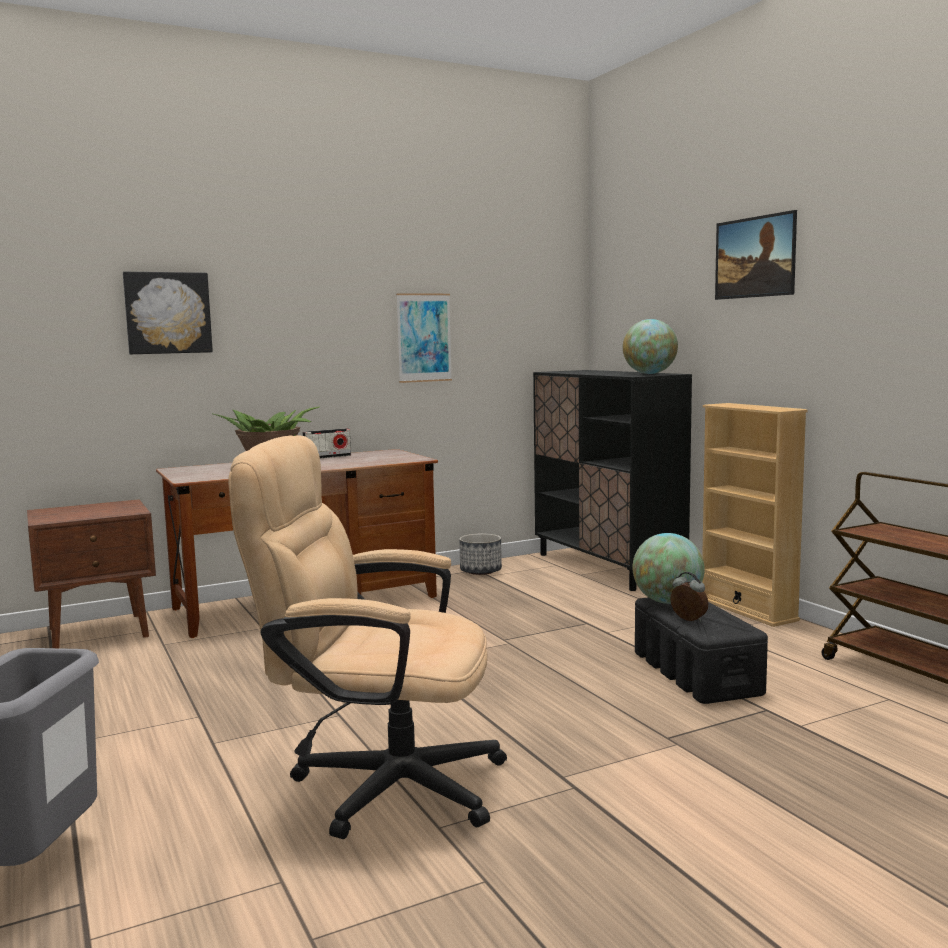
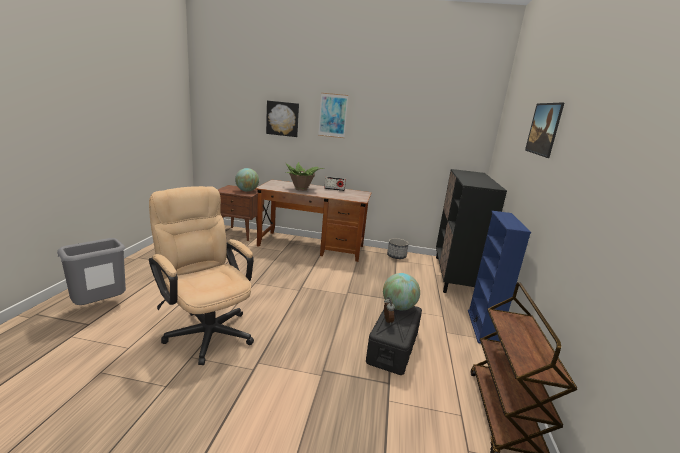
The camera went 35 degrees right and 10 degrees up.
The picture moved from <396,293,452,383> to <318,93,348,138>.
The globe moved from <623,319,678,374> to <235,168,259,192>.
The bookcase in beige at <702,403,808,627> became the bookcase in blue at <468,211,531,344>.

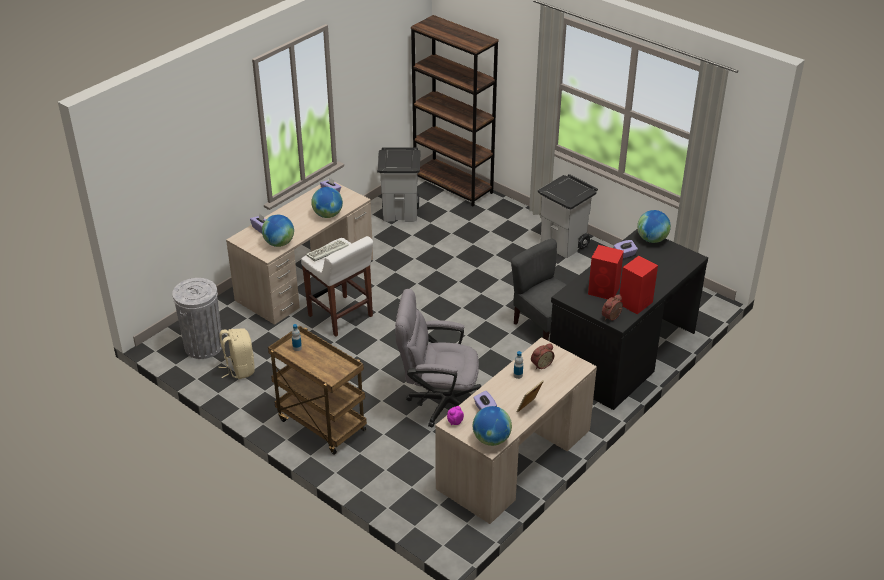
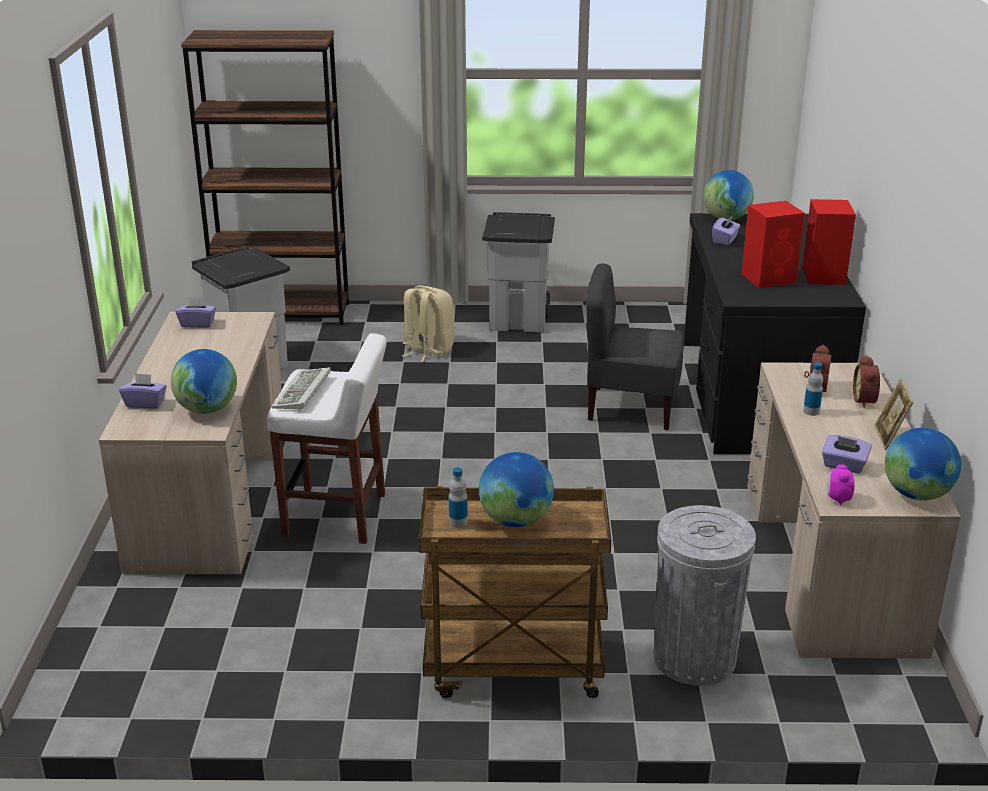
The camera went 40 degrees left and 10 degrees down.
The globe moved from <311,187,343,218> to <479,452,554,527>.
The trash can in grey moved from <172,278,223,359> to <654,505,756,686>.
The office chair in grey at <395,289,482,428> disappeared.
The alarm clock moved from <602,294,623,321> to <853,355,880,408>.
The backpack in beige moved from <218,329,255,379> to <402,285,455,362>.

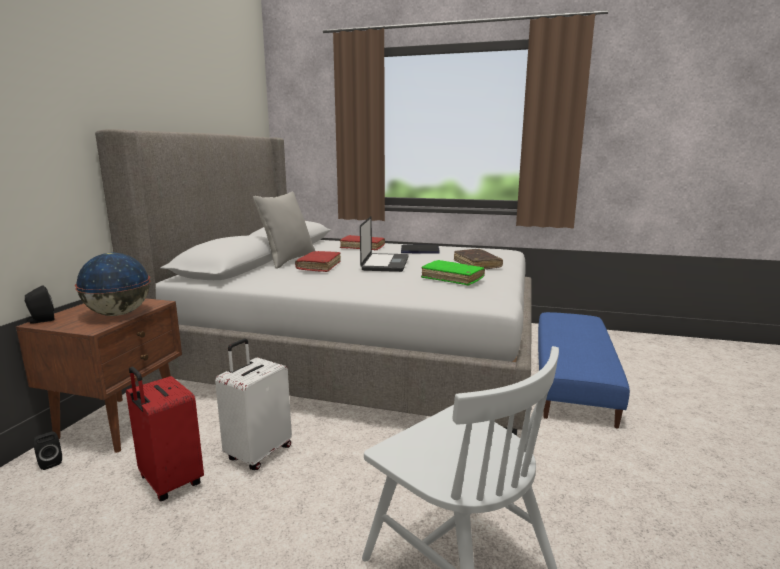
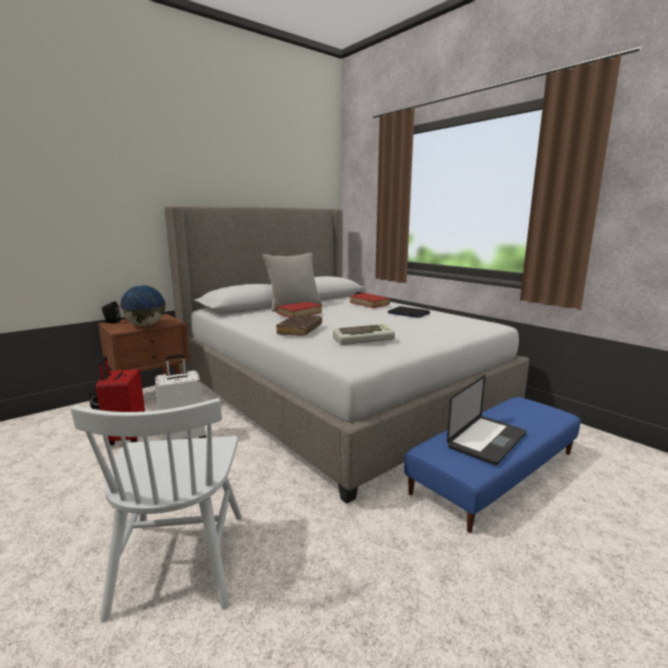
The camera went 35 degrees right and 0 degrees up.
The laptop moved from <360,216,409,272> to <447,375,526,465>.
The book in brown moved from <454,249,503,269> to <276,315,322,336>.
The book in green at <421,260,485,286> was replaced by the keyboard at <333,324,395,345>.

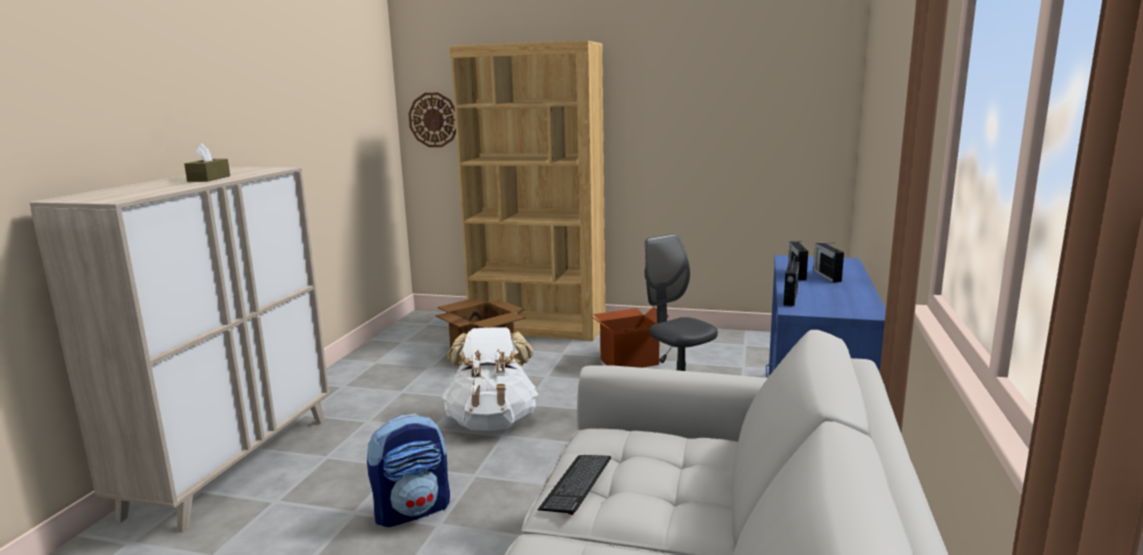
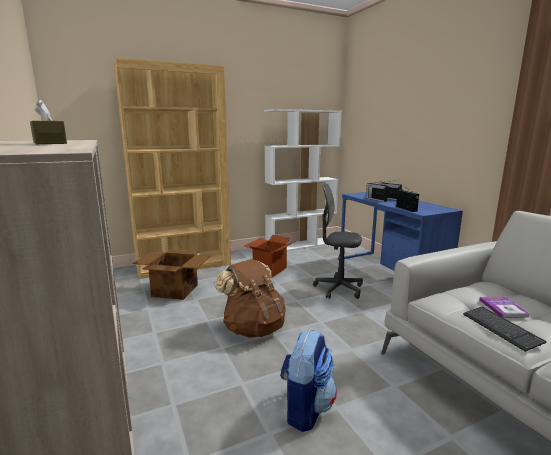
The camera went 40 degrees left and 0 degrees up.
The wall clock at <409,93,456,147> disappeared.
The backpack in white at <442,327,539,431> became the backpack in brown at <215,259,286,337>.
The bookcase in white at <264,109,342,251> appeared.
The book at <479,297,530,318> appeared.

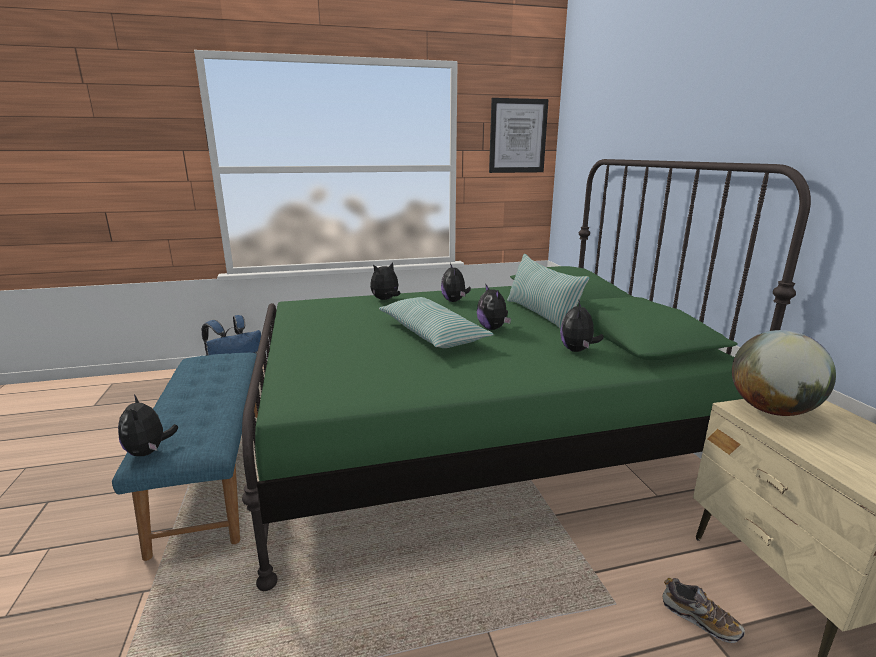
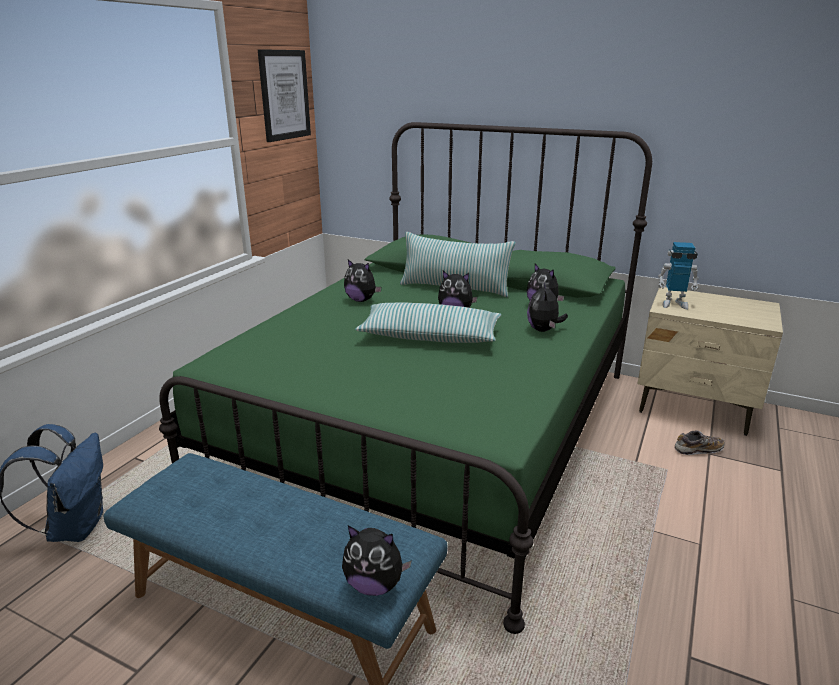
The camera went 50 degrees left and 5 degrees up.
The plush toy moved from <370,262,401,300> to <527,283,568,332>.
The globe at <732,330,836,416> was replaced by the toy robot at <658,242,699,310>.

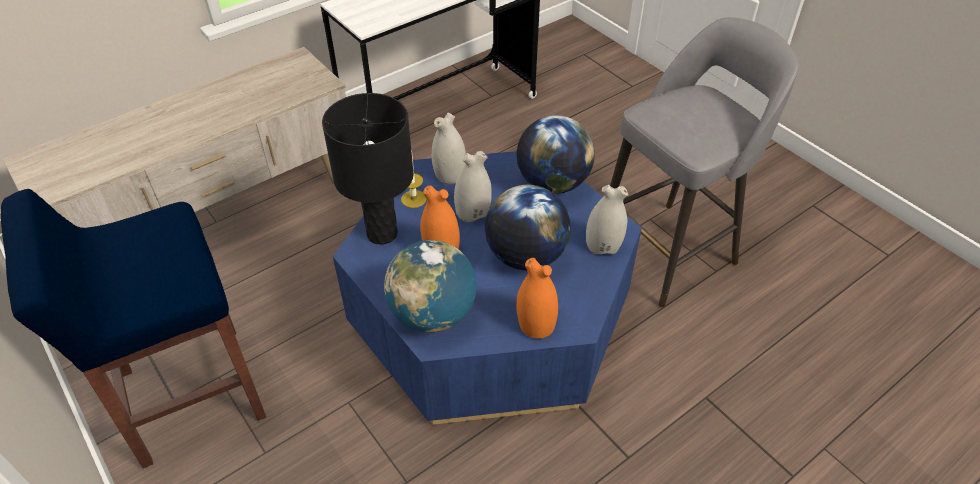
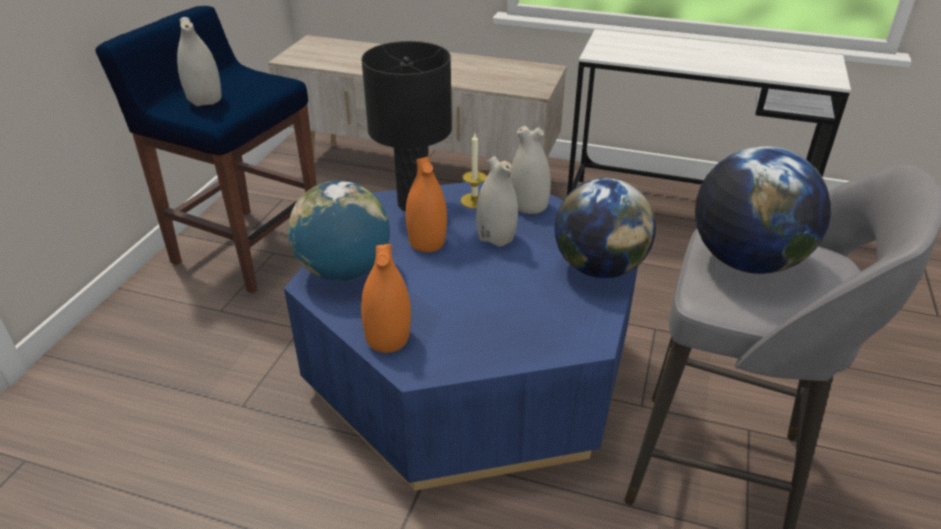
The camera went 55 degrees right and 10 degrees down.
The globe moved from <485,185,571,270> to <695,146,831,274>.
The vase in white moved from <586,185,628,254> to <177,17,222,106>.

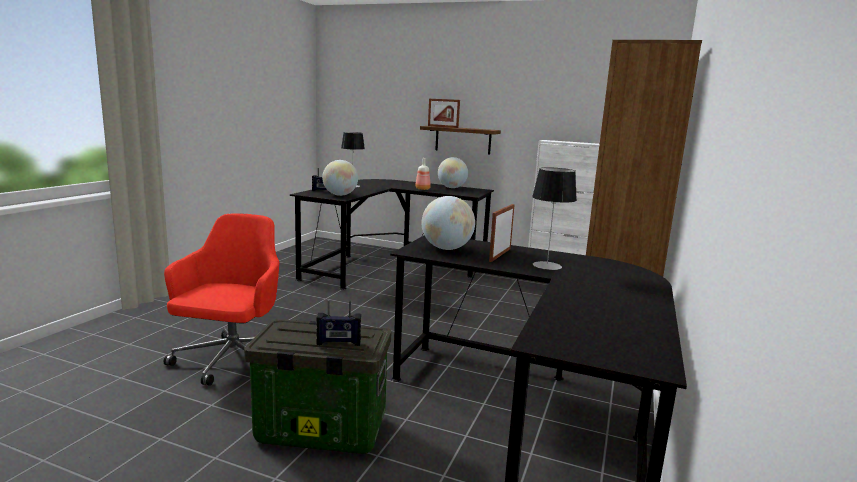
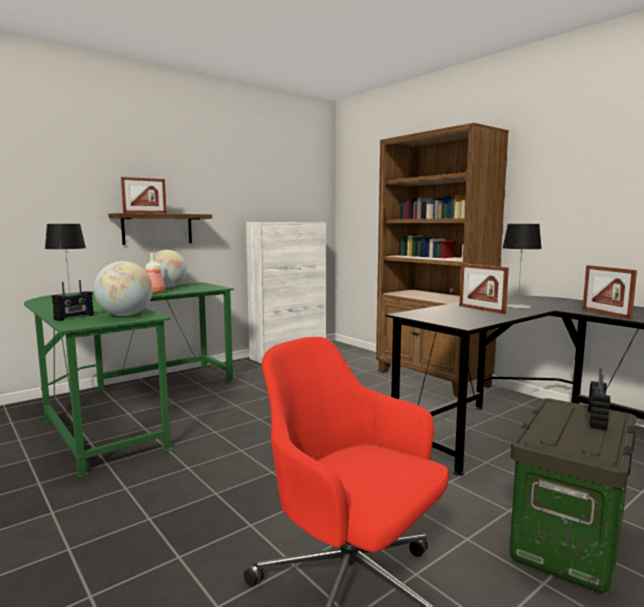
The camera went 60 degrees left and 5 degrees down.
The desk in black at <290,179,494,290> became the desk in green at <24,282,234,477>.
The globe at <422,196,475,250> disappeared.
The picture frame at <583,265,637,319> appeared.

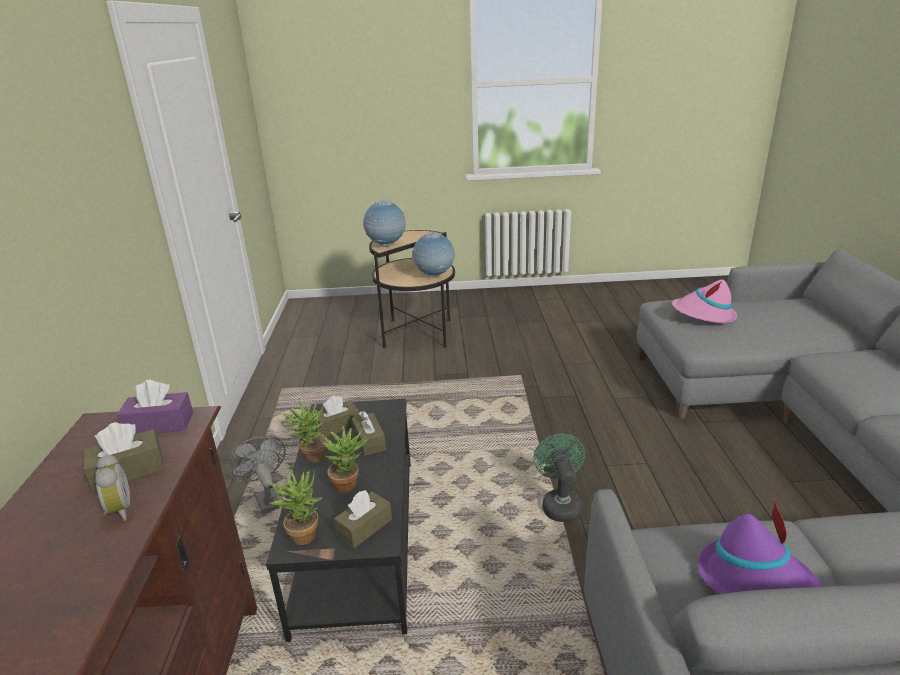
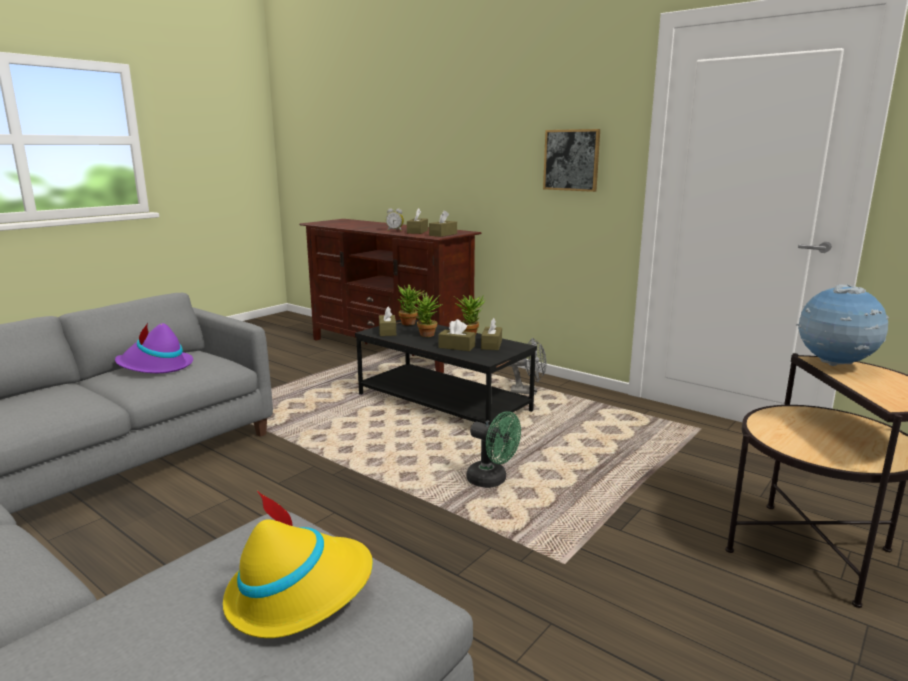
The camera went 130 degrees right and 10 degrees down.
The globe at <412,231,455,277> disappeared.
The hat in pink at <672,279,737,323> became the hat in yellow at <223,491,373,638>.
The tissue box in purple at <117,380,193,434> became the tissue box in brown at <429,210,457,237>.
The fan in green moved from <533,434,585,522> to <466,411,521,488>.
The picture at <543,129,600,192> appeared.

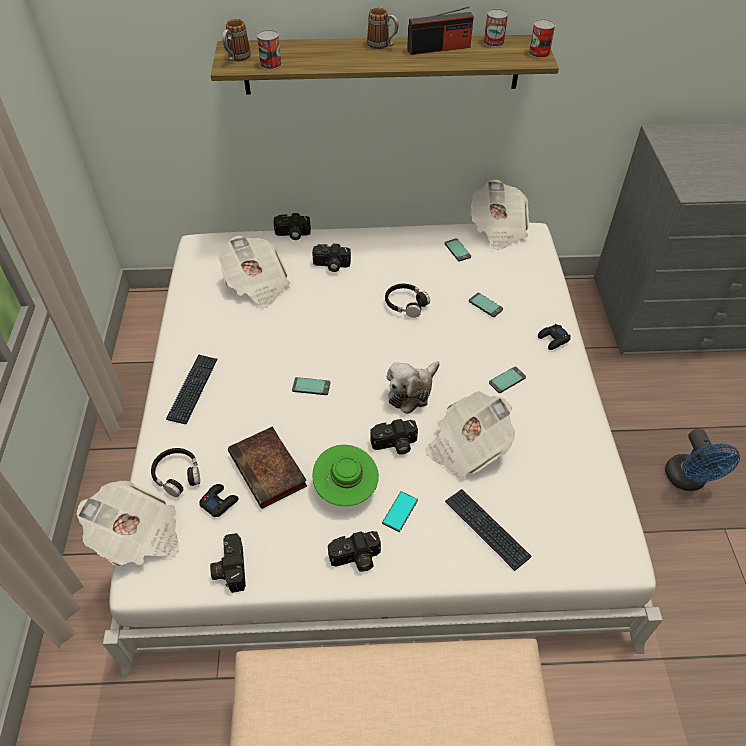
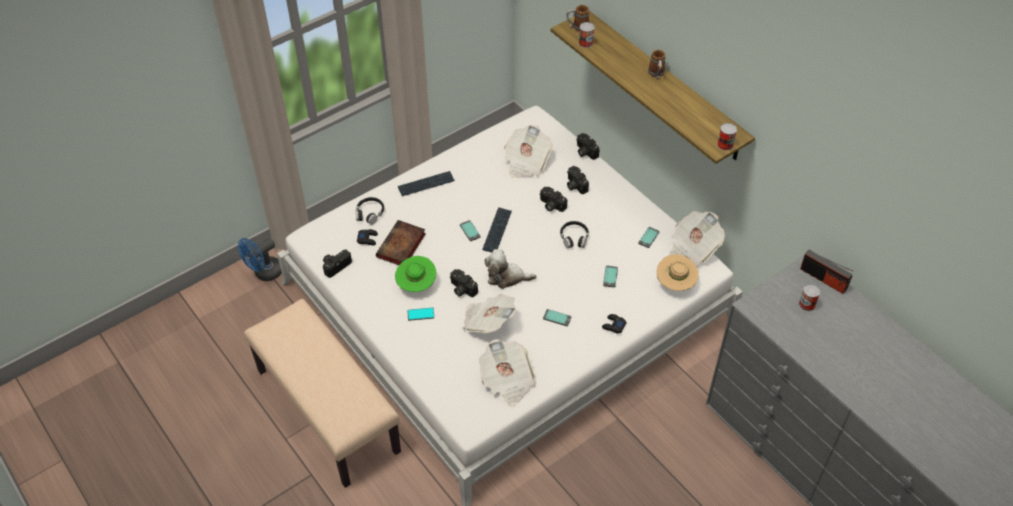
The camera went 55 degrees right and 0 degrees up.
The radio moved from <407,6,474,55> to <800,250,853,294>.
The can moved from <484,9,508,47> to <799,284,820,311>.
The fan in blue moved from <665,429,740,491> to <238,238,282,281>.
The newspaper moved from <77,481,179,566> to <479,339,536,406>.
The keyboard moved from <445,489,532,571> to <482,207,512,252>.
The photo camera moved from <328,531,381,572> to <540,187,567,212>.
The hat in beige at <657,254,699,291> appeared.

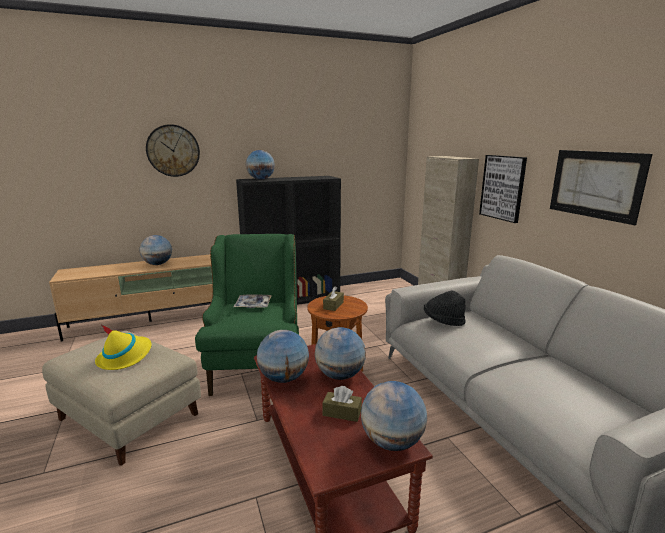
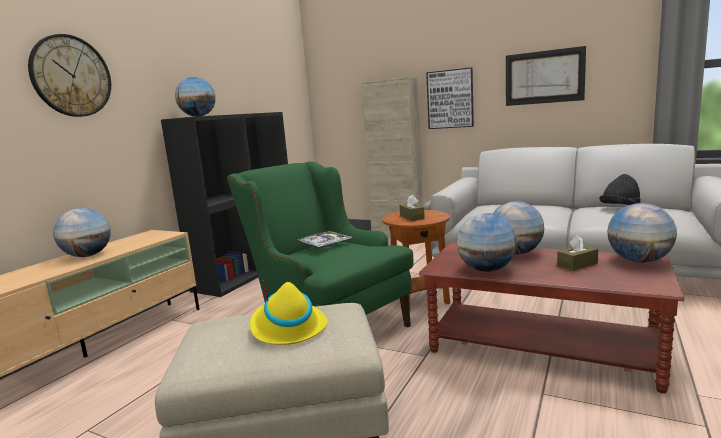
The camera went 40 degrees left and 5 degrees down.
The hat in black moved from <424,291,466,326> to <599,174,640,205>.

